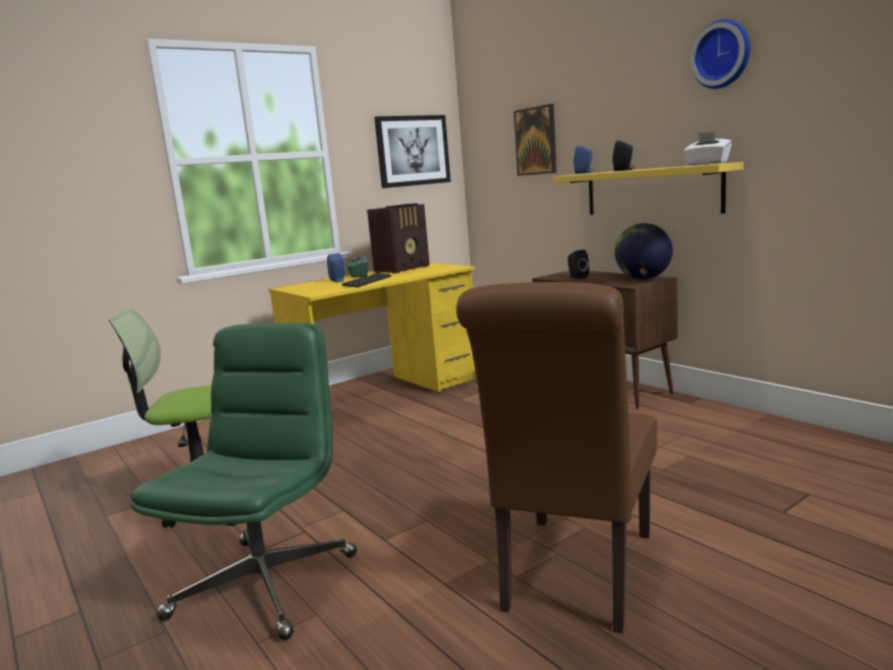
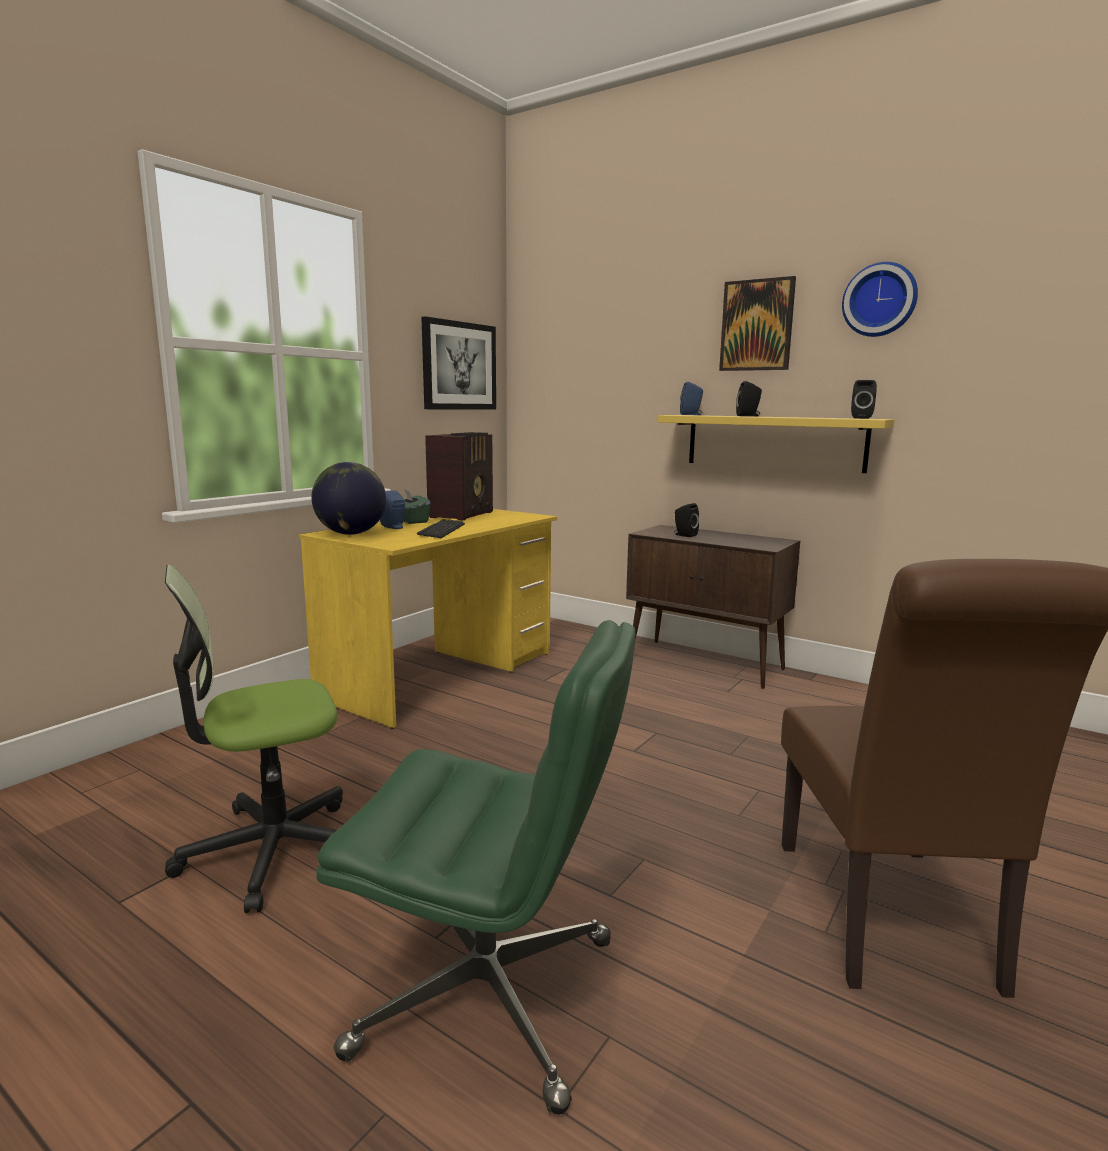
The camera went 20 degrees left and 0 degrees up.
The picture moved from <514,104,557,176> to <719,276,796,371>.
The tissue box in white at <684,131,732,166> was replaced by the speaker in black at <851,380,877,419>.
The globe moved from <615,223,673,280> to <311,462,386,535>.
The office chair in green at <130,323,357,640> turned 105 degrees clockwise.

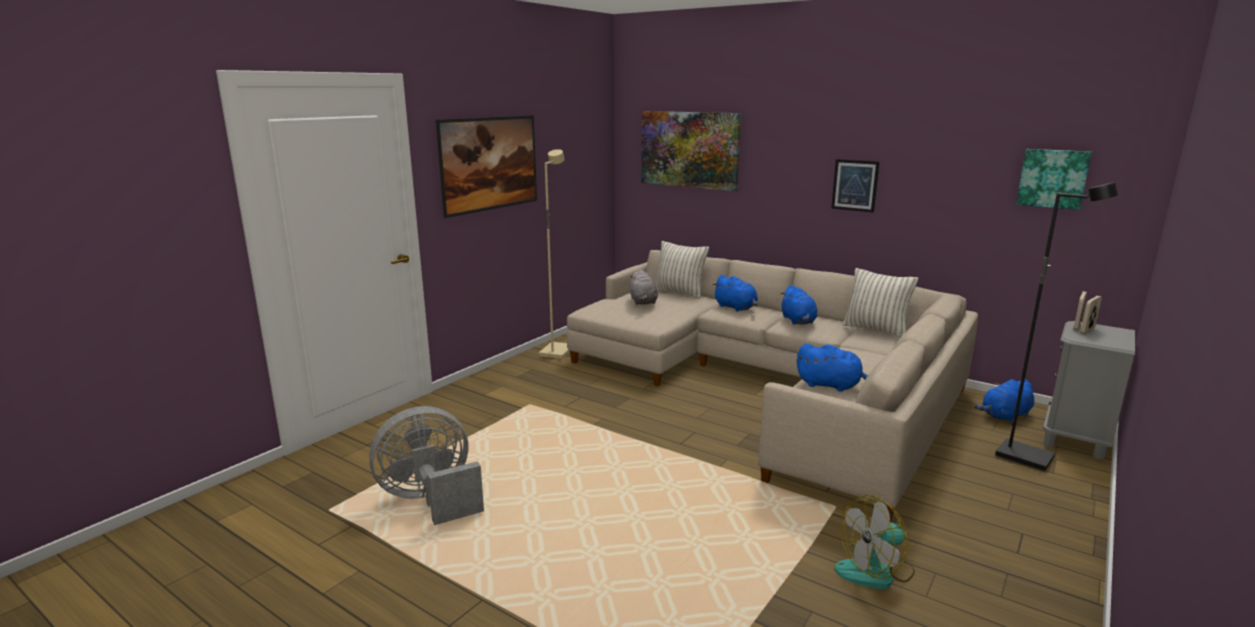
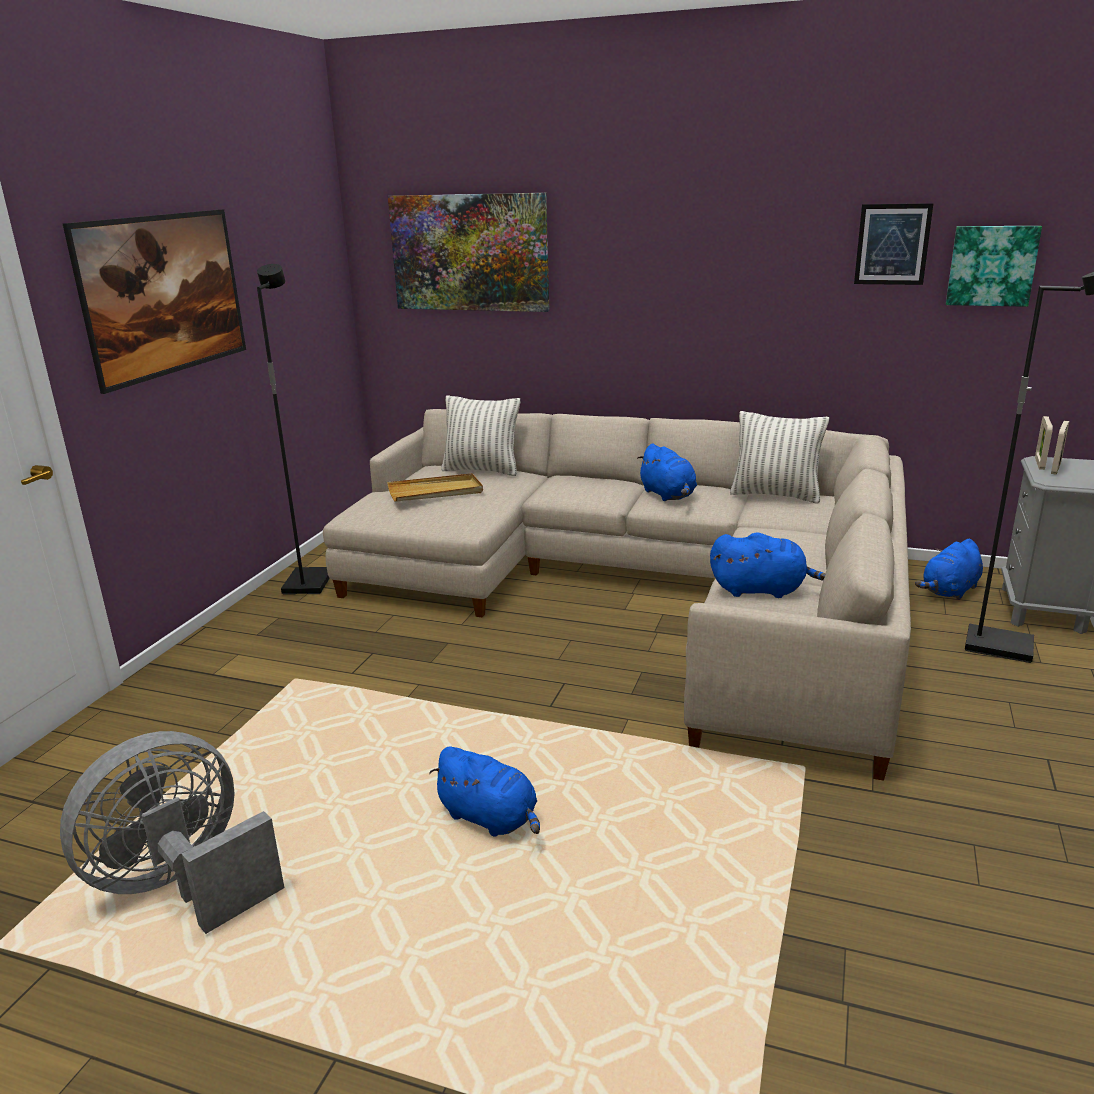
The camera went 15 degrees left and 5 degrees up.
The floor lamp in beige at <539,149,570,359> became the floor lamp in black at <257,264,330,595>.
The picture moved from <831,159,879,213> to <854,203,933,285>.
The plush toy in grey at <630,268,658,305> was replaced by the tray in beige at <387,473,483,502>.
The plush toy in blue moved from <713,275,758,312> to <429,746,540,836>.
The fan at <834,495,915,589> disappeared.

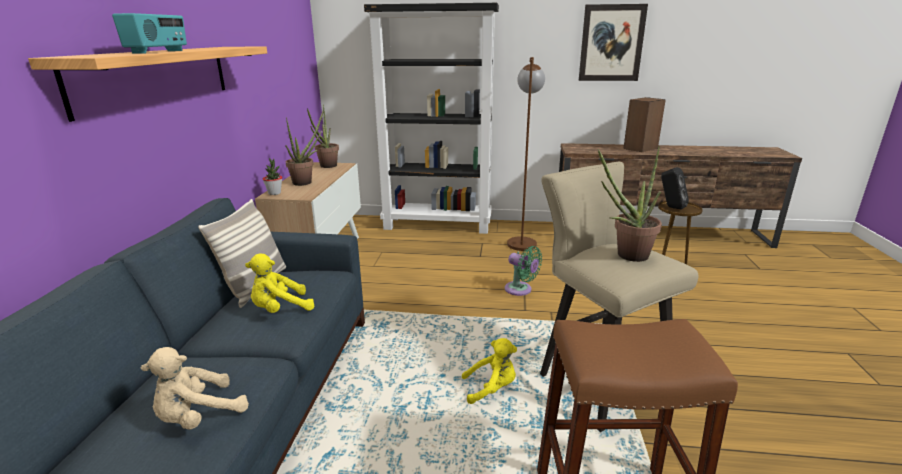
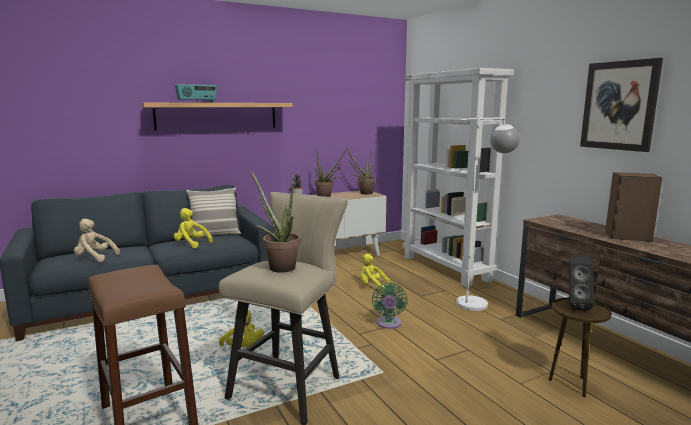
The camera went 55 degrees right and 10 degrees down.
The bookcase in black at <364,3,499,234> became the bookcase in white at <403,68,514,287>.
The floor lamp in brown at <507,57,545,251> became the floor lamp in white at <456,117,520,311>.
The plush toy in yellow at <360,254,390,291> appeared.

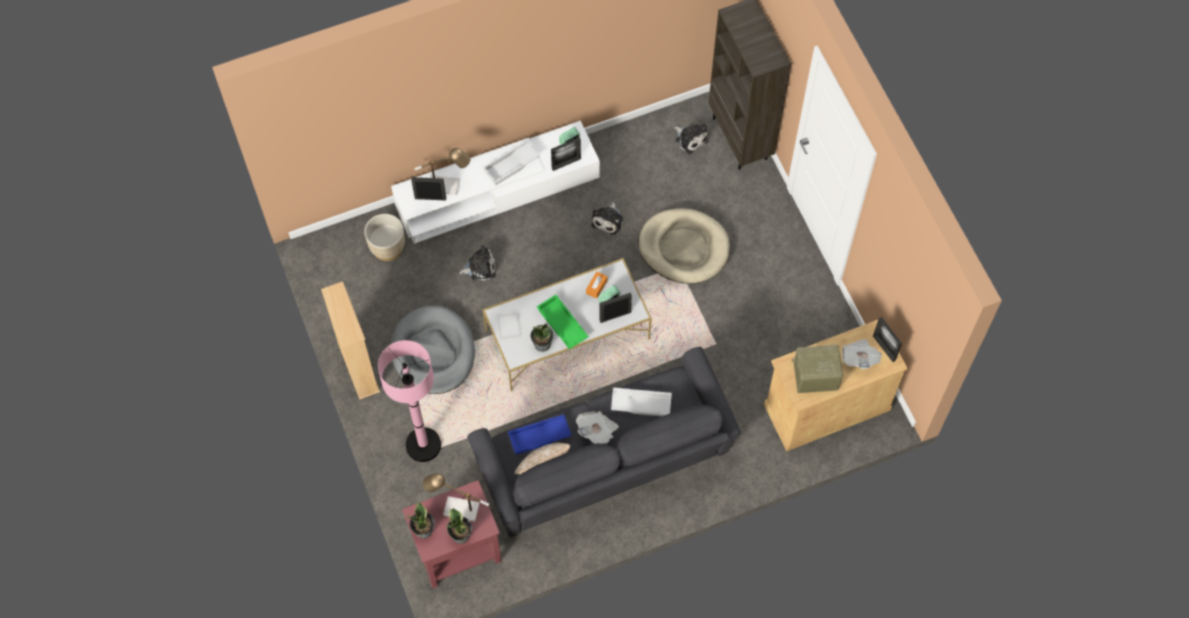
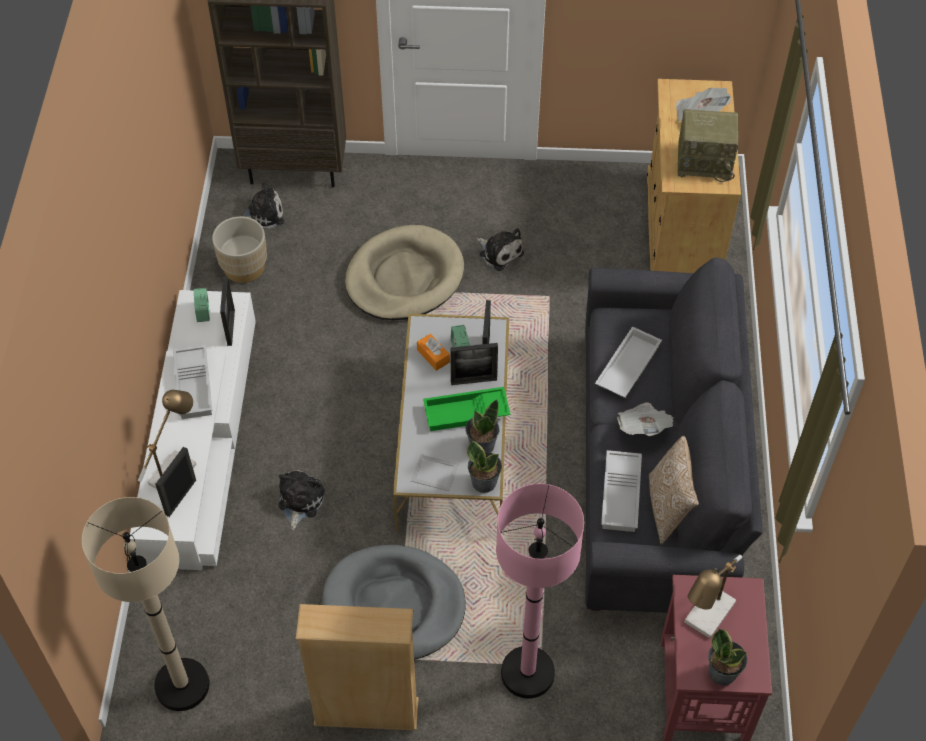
The camera went 65 degrees left and 10 degrees down.
The plush toy moved from <591,201,623,235> to <477,228,524,271>.
The planter in beige moved from <364,214,405,261> to <212,216,267,283>.
The picture frame moved from <873,317,902,362> to <450,343,498,385>.
The radio at <792,345,843,393> turned 105 degrees counterclockwise.
The tray in blue at <508,414,572,455> became the tray in white at <601,450,642,532>.
The potted plant moved from <447,508,472,544> to <467,441,502,493>.
The floor lamp in beige at <82,497,210,711> appeared.

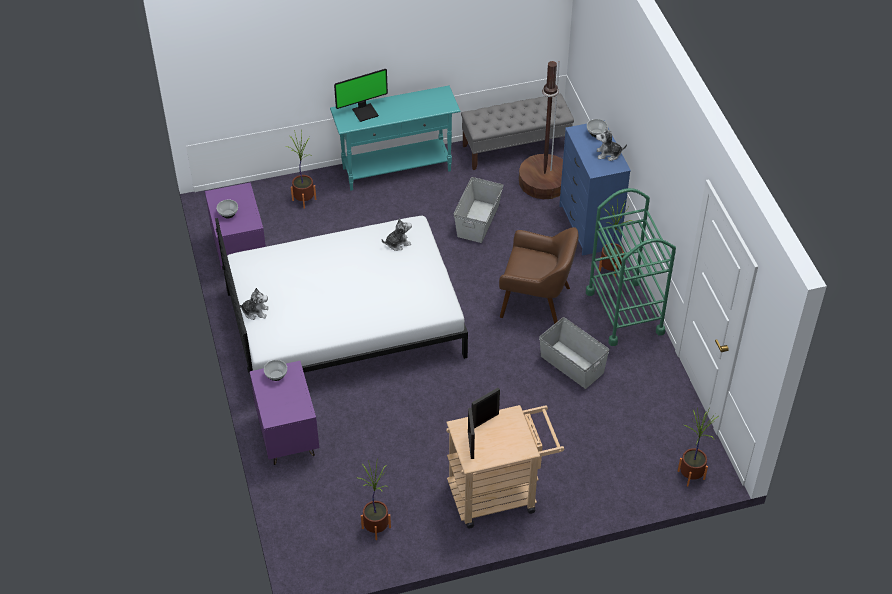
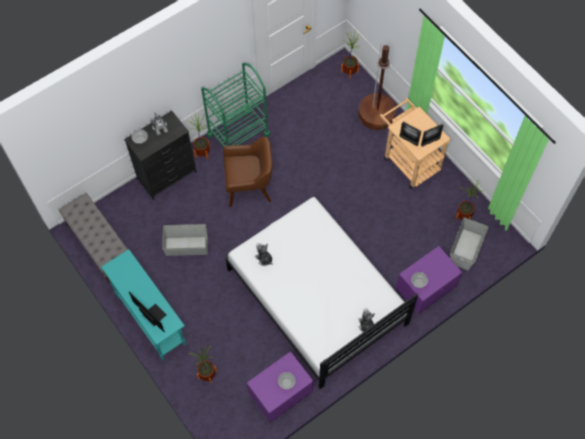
The camera went 110 degrees left and 15 degrees up.
The floor lamp in brown moved from <519,61,563,199> to <358,45,396,130>.
The dresser in blue at <559,120,631,256> became the dresser in black at <124,111,197,200>.
The armchair in brown at <499,227,579,324> turned 90 degrees clockwise.
The storage box in grey moved from <539,317,609,389> to <450,217,489,270>.

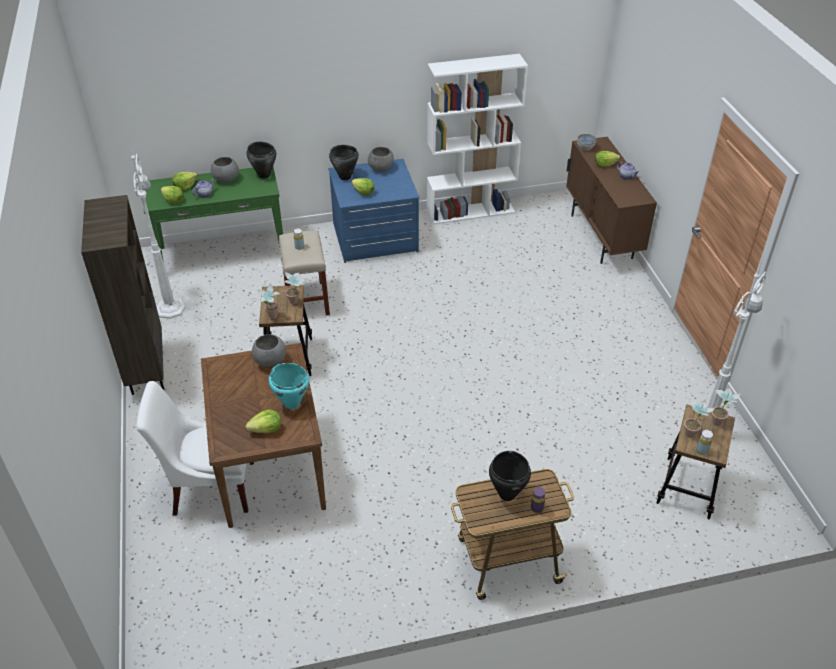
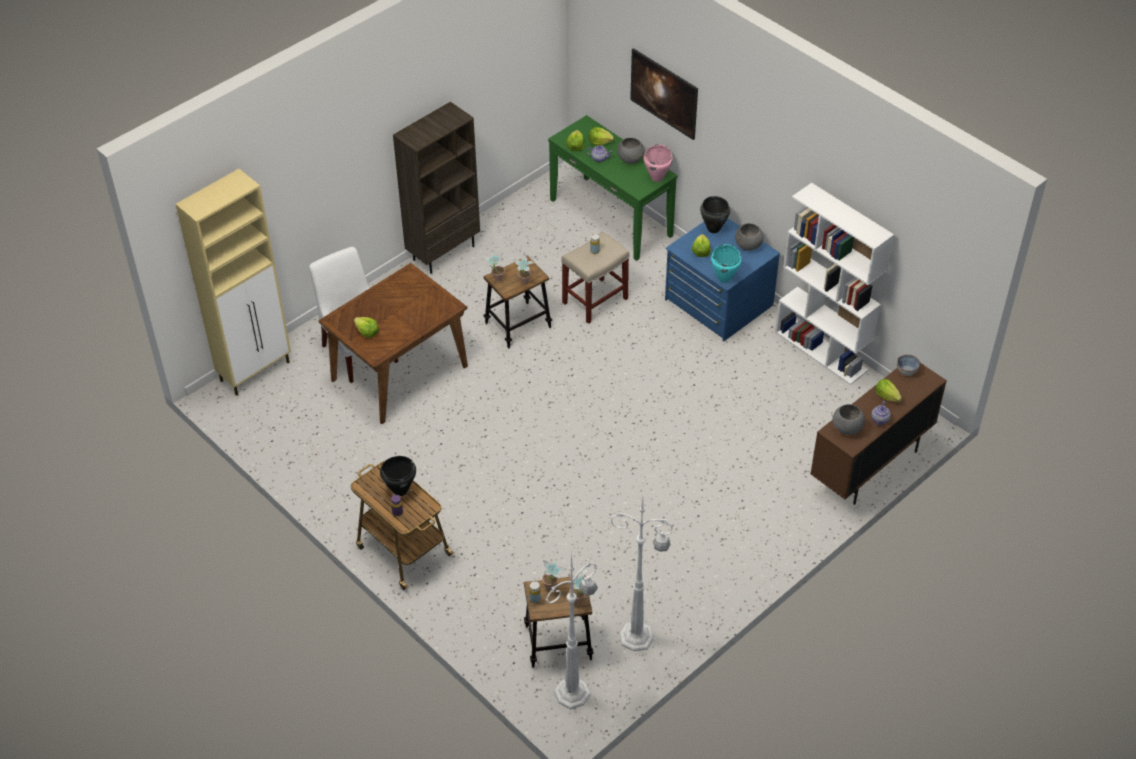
The camera went 60 degrees right and 5 degrees up.
The floor lamp in white moved from <128,138,185,319> to <546,552,598,710>.
The cooking pot in black at <247,142,276,178> became the cooking pot in pink at <644,144,673,182>.
The bowl in grey moved from <252,334,286,367> to <833,404,865,435>.
The cooking pot in turquoise moved from <269,363,309,409> to <711,244,742,283>.
The picture at <630,48,698,140> appeared.
The cabinet in beige at <175,169,291,396> appeared.

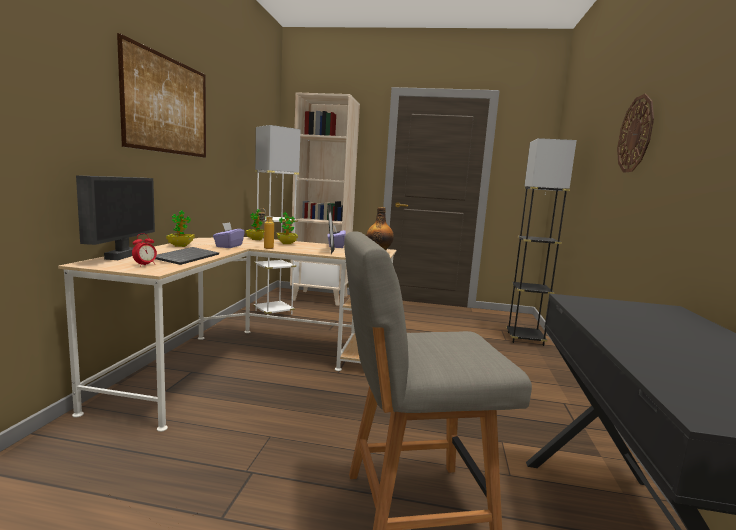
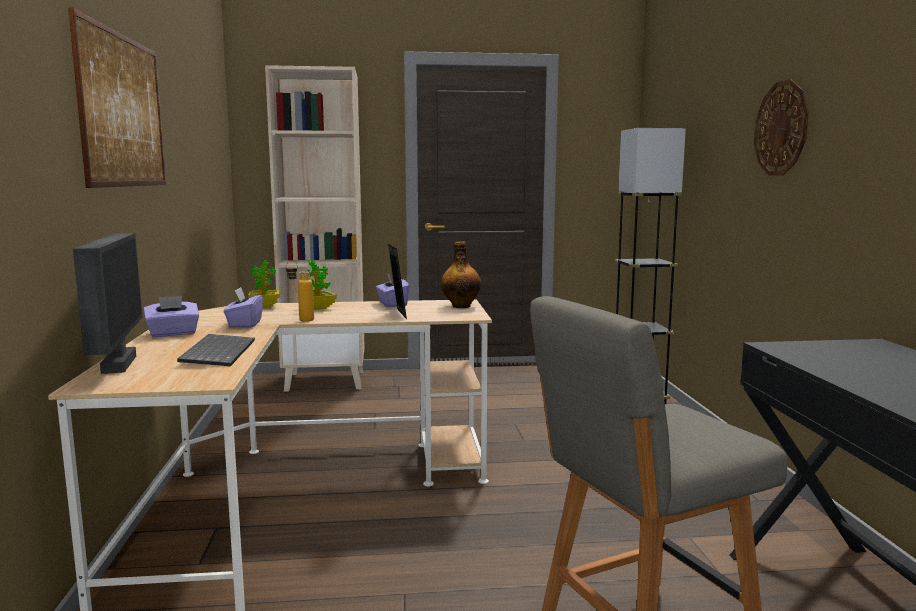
The camera went 15 degrees left and 0 degrees up.
The floor lamp in white at <253,125,301,315> disappeared.
The potted plant at <166,210,195,247> was replaced by the tissue box in purple at <144,296,199,337>.
The alarm clock at <132,233,157,267> disappeared.

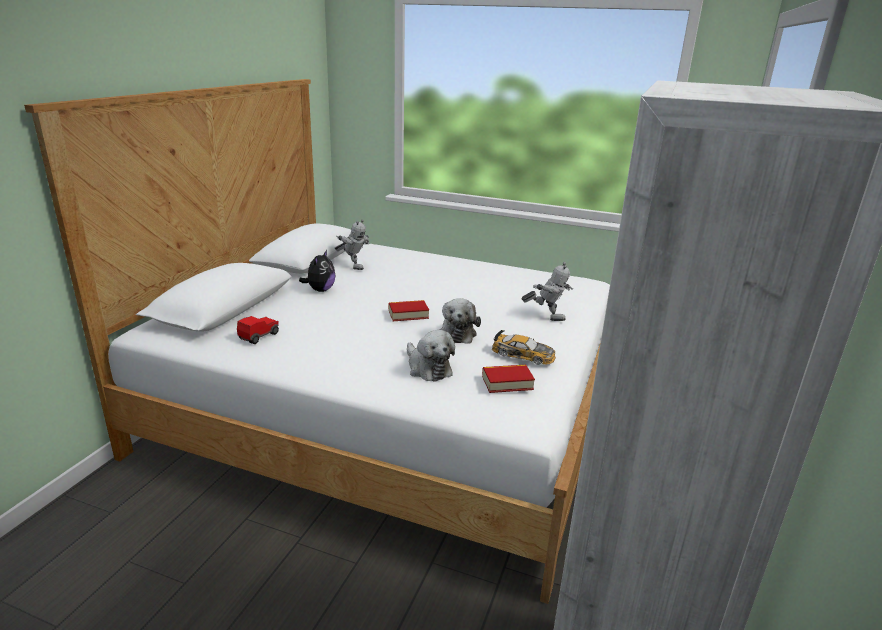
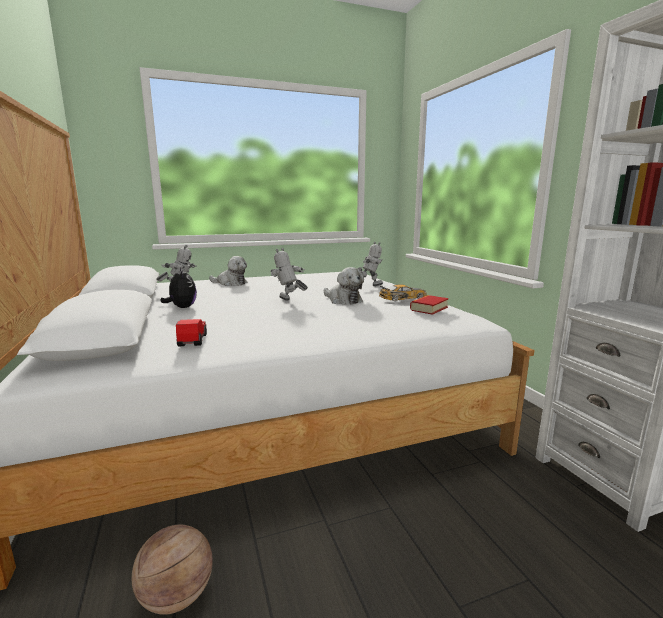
The camera went 40 degrees left and 10 degrees down.
The book at <389,300,429,321> was replaced by the toy robot at <271,248,308,300>.
The plush toy moved from <407,330,455,382> to <209,256,248,286>.
The basketball at <132,525,213,615> appeared.

